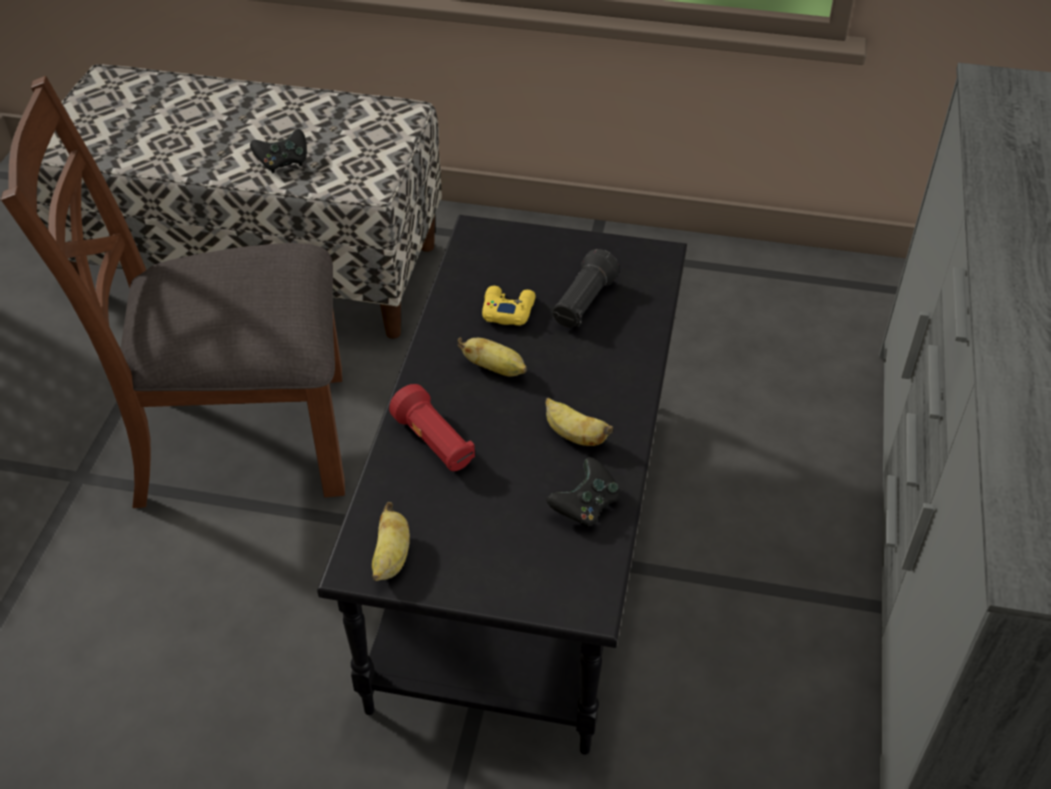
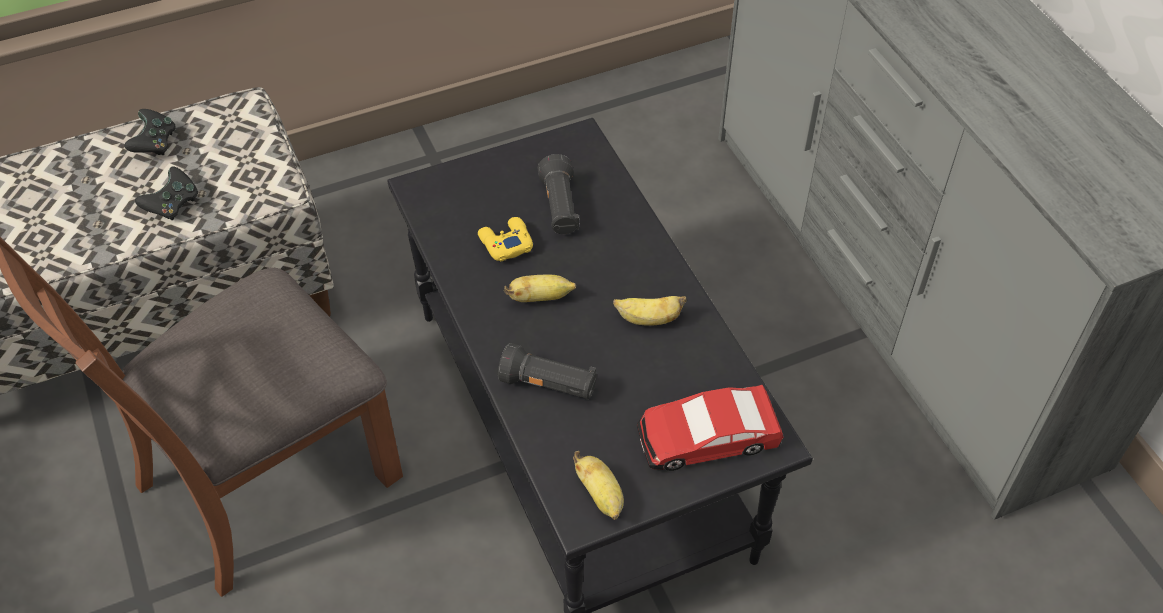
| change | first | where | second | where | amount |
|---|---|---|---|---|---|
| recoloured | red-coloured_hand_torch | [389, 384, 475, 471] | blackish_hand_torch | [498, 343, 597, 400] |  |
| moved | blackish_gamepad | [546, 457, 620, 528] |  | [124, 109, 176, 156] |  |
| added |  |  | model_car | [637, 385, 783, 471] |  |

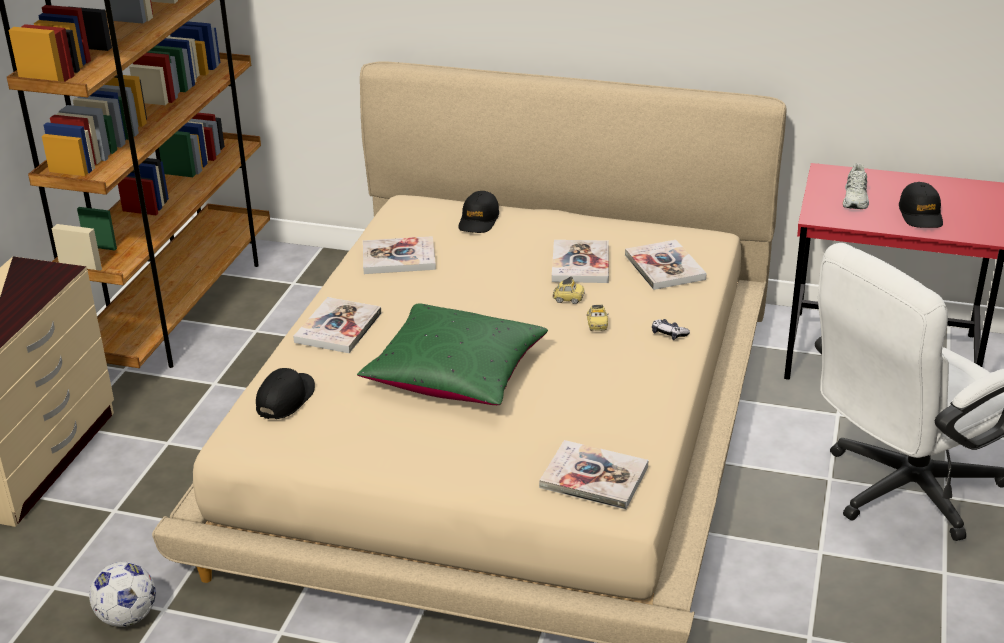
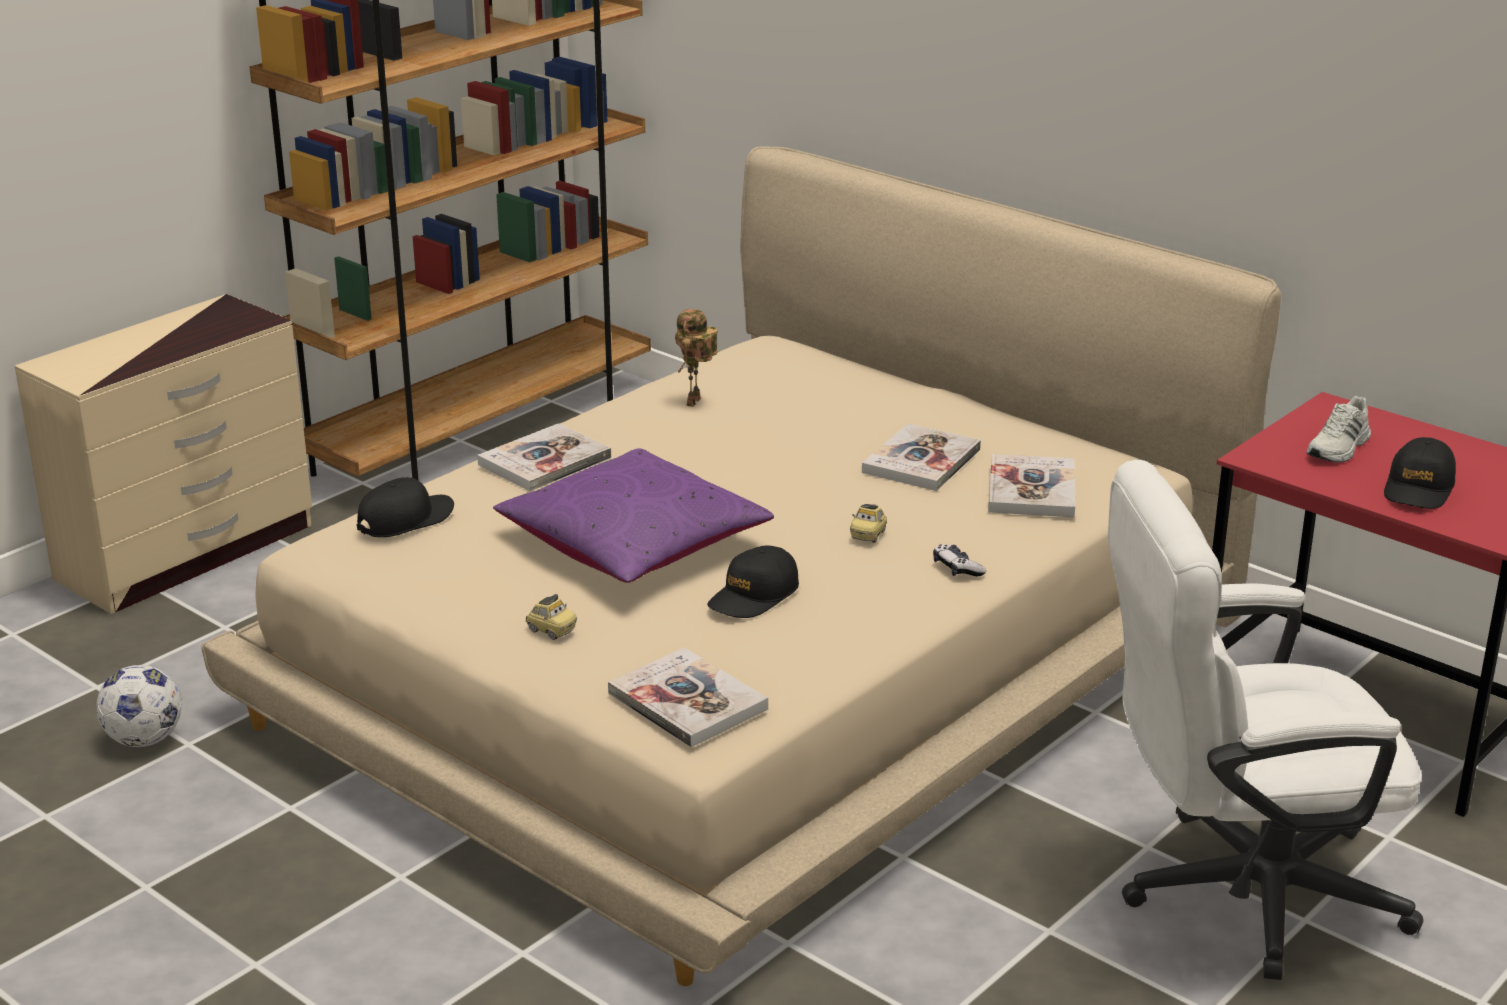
| change | first | where | second | where | amount |
|---|---|---|---|---|---|
| recoloured | green-coloured_pillow | [357, 303, 548, 405] | purple-coloured_pillow | [493, 448, 774, 583] |  |
| replaced | bound_book | [363, 236, 436, 274] | model_robot | [675, 309, 718, 407] |  |
| moved | blackish_cap | [458, 191, 499, 233] |  | [707, 545, 799, 618] |  |
| moved | model_car | [552, 276, 585, 304] |  | [525, 594, 577, 640] |  |

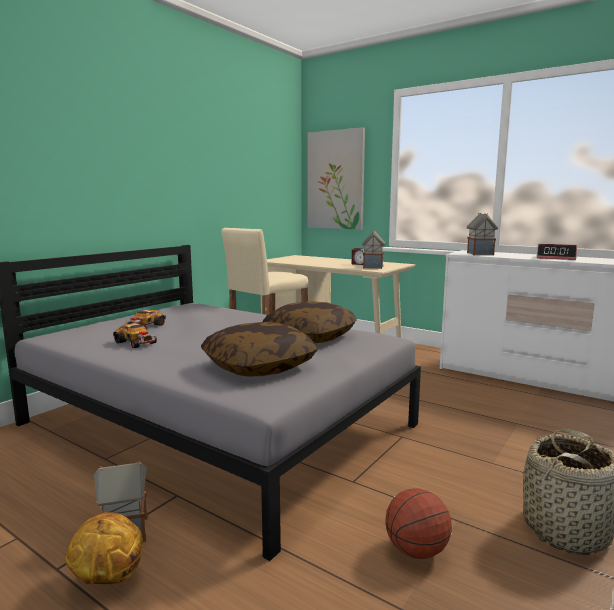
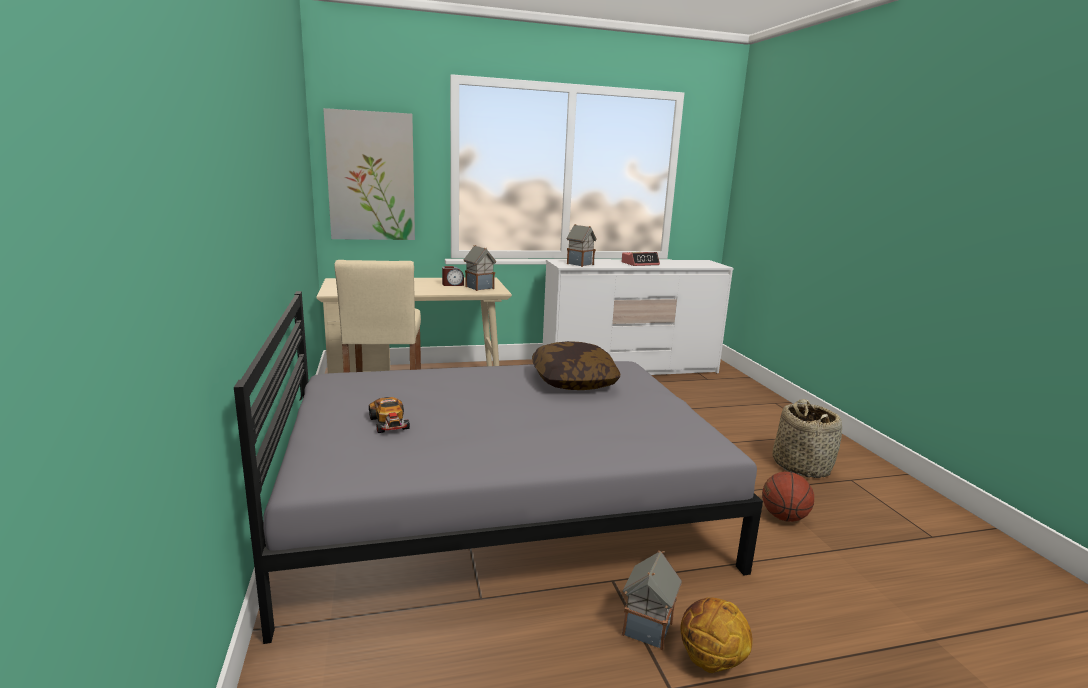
| change | first | where | second | where | amount |
|---|---|---|---|---|---|
| removed | model_car | [113, 323, 158, 348] |  |  |  |
| removed | pillow | [201, 322, 318, 377] |  |  |  |

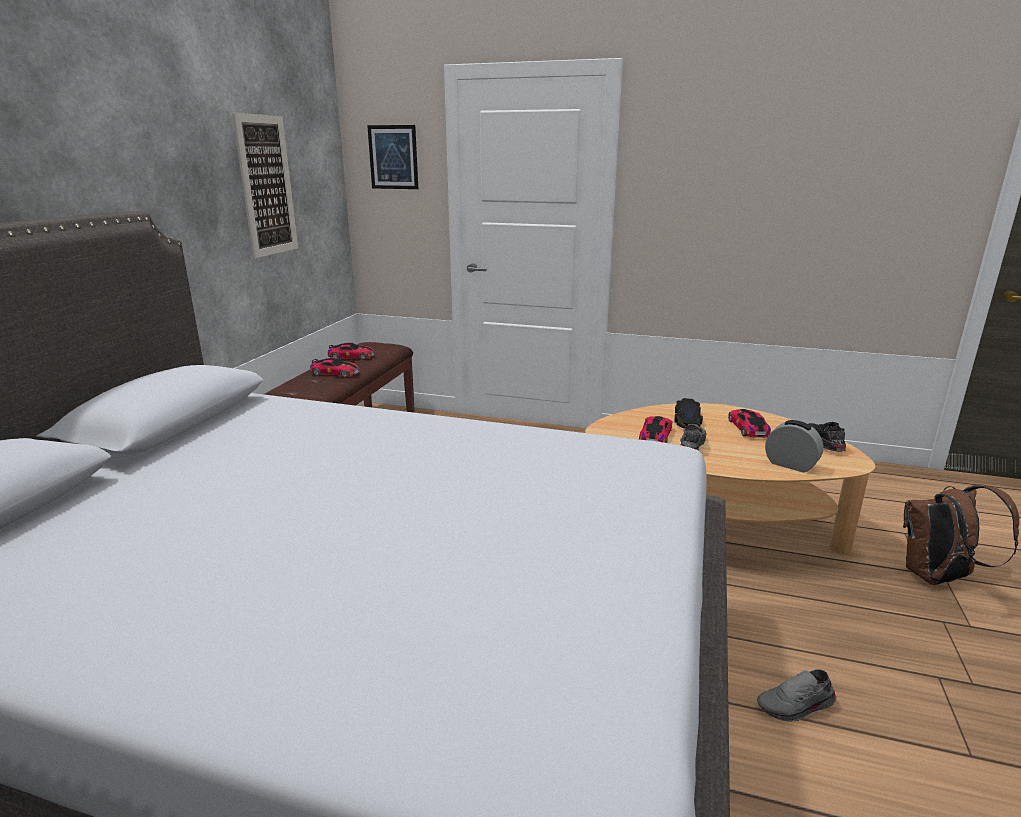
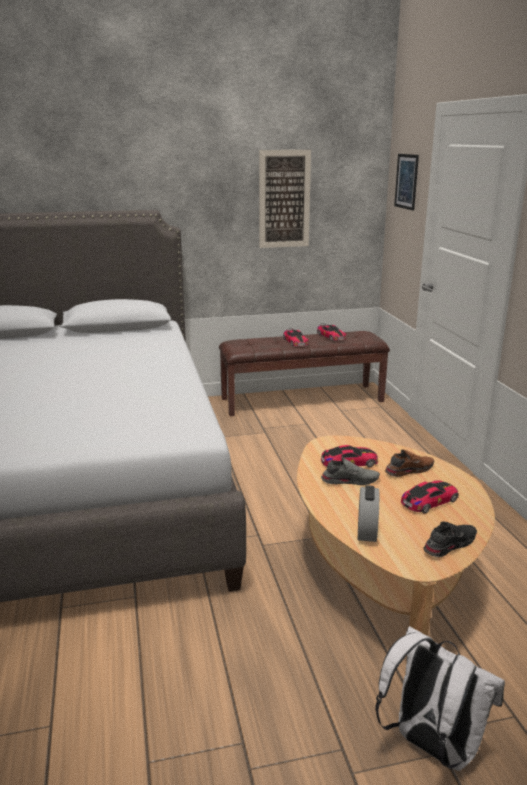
| change | first | where | second | where | amount |
|---|---|---|---|---|---|
| replaced | blackish_model_car | [674, 398, 703, 429] | brown-coloured_item_of_footwear | [385, 449, 434, 477] |  |
| removed | gray_item_of_footwear | [757, 669, 836, 722] |  |  |  |
| recoloured | brown-coloured_backpack | [903, 484, 1019, 585] | white-coloured_backpack | [375, 626, 505, 771] |  |

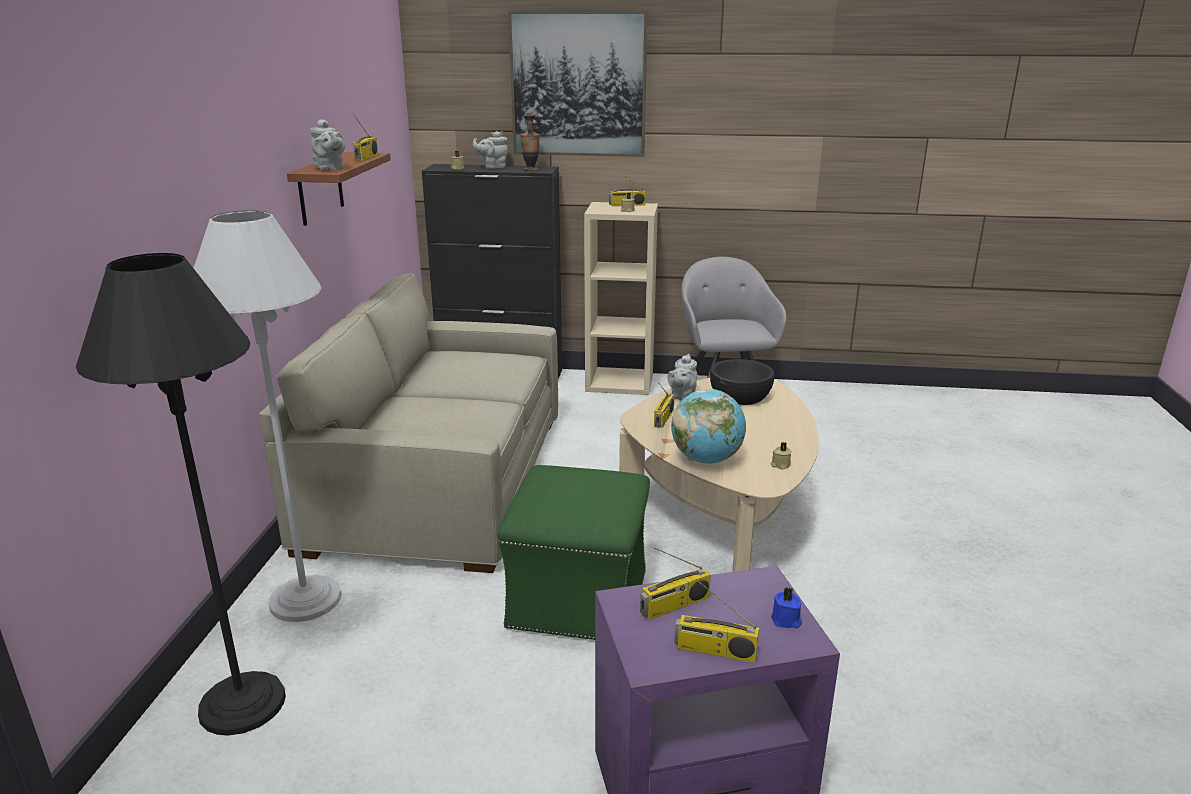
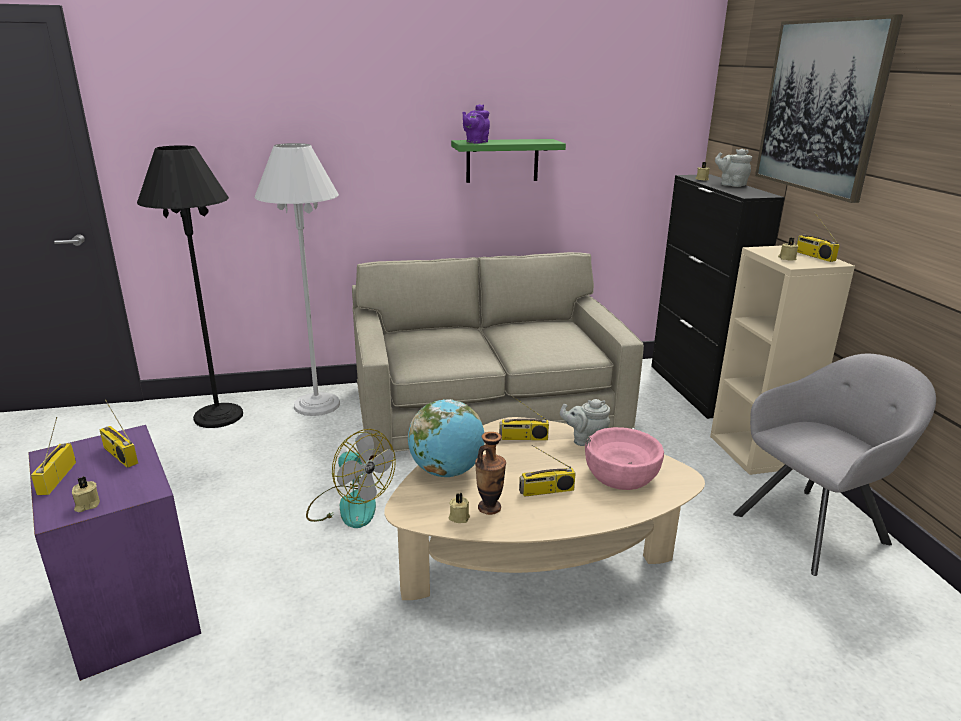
| change | first | where | second | where | amount |
|---|---|---|---|---|---|
| recoloured | brown-coloured_bracket_shelf | [287, 152, 391, 226] | green-coloured_bracket_shelf | [451, 139, 566, 183] |  |
| recoloured | gray_teapot | [310, 119, 345, 170] | purple-coloured_teapot | [462, 104, 490, 144] |  |
| moved | radio_set | [353, 114, 378, 161] |  | [519, 445, 576, 497] |  |
| replaced | green-coloured_ottoman | [497, 465, 650, 640] | fan | [306, 429, 396, 528] |  |
| moved | vase | [520, 114, 540, 171] |  | [475, 432, 506, 515] |  |
| recoloured | blackish_bowl | [710, 359, 774, 405] | pink_bowl | [585, 427, 664, 490] |  |
| recoloured | bluish_wax_light | [771, 588, 802, 628] | beige-coloured_wax_light | [72, 477, 100, 512] |  |

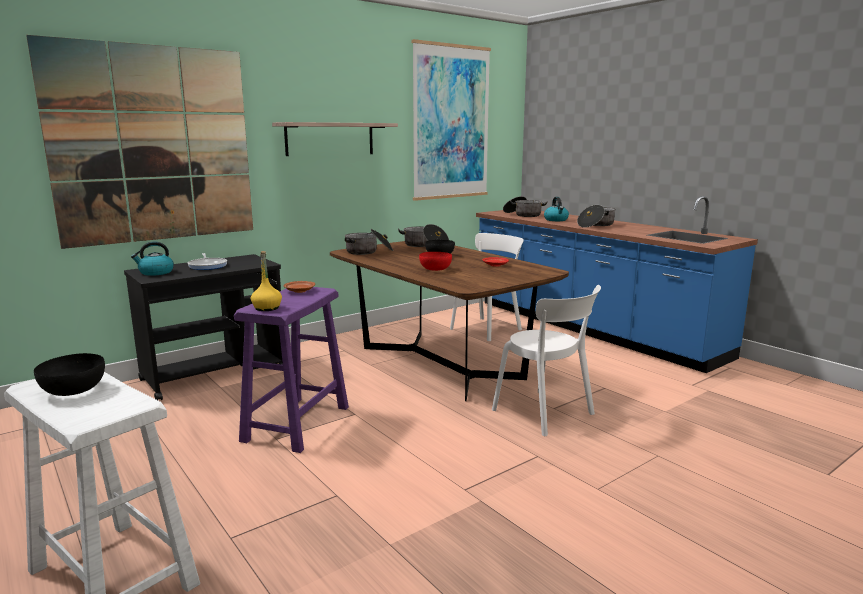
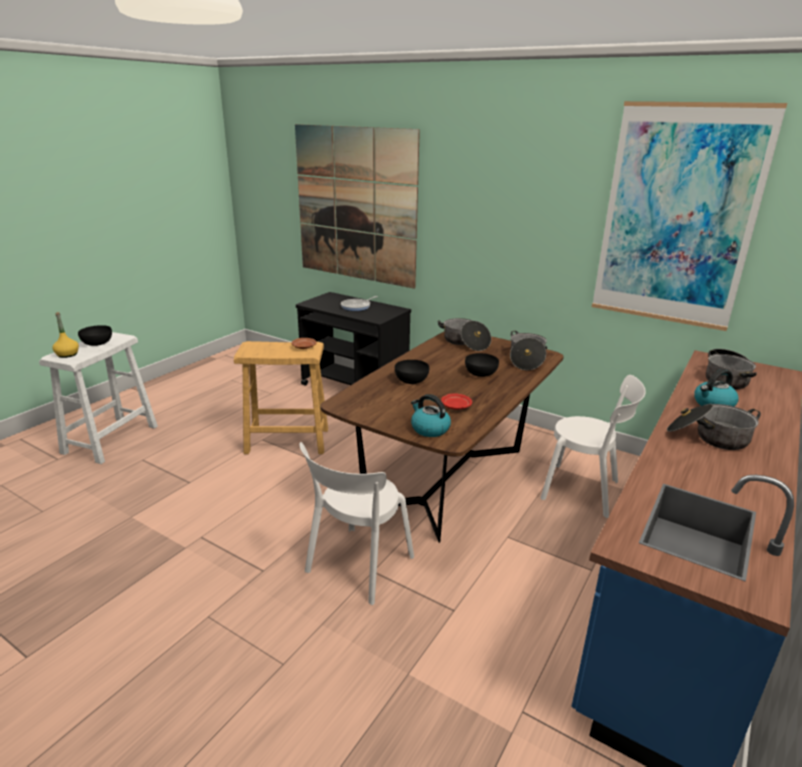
| change | first | where | second | where | amount |
|---|---|---|---|---|---|
| moved | tea_kettle | [131, 242, 174, 276] |  | [411, 394, 451, 437] |  |
| recoloured | purple-coloured_sitting_stool | [234, 287, 349, 453] | beige-coloured_sitting_stool | [234, 341, 328, 454] |  |
| moved | yellowish_drink_bottle | [251, 251, 282, 311] |  | [52, 312, 79, 358] |  |
| removed | bracket_shelf | [272, 122, 398, 156] |  |  |  |
| recoloured | red-coloured_bowl | [419, 252, 452, 271] | blackish_bowl | [395, 360, 429, 384] |  |

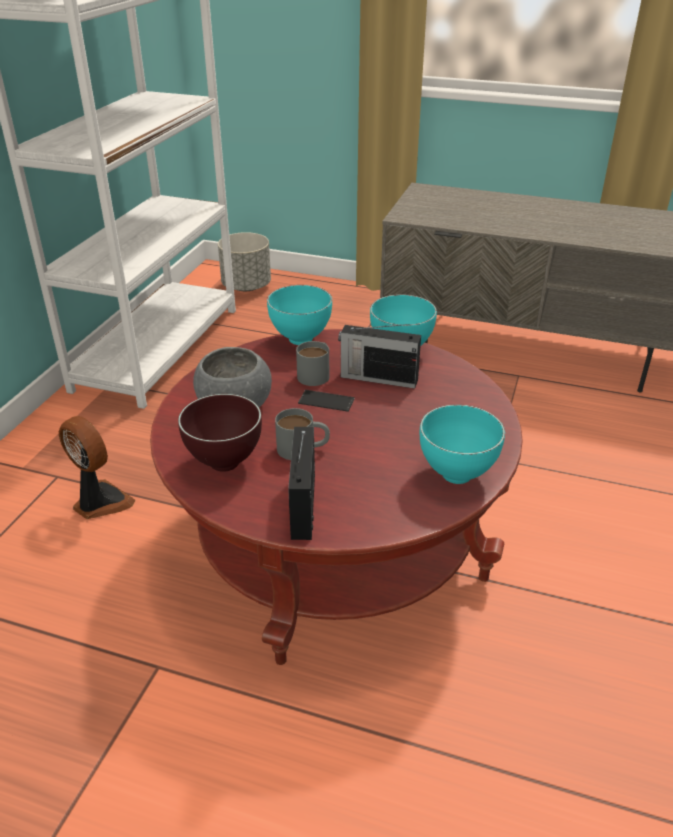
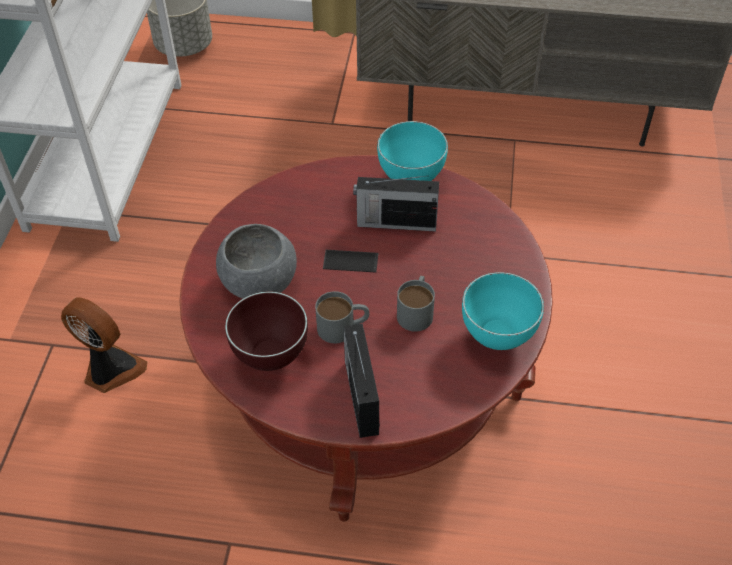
| change | first | where | second | where | amount |
|---|---|---|---|---|---|
| removed | blue-green_bowl | [267, 285, 332, 345] |  |  |  |
| moved | gray_mug | [296, 341, 329, 386] |  | [397, 276, 435, 332] |  |

